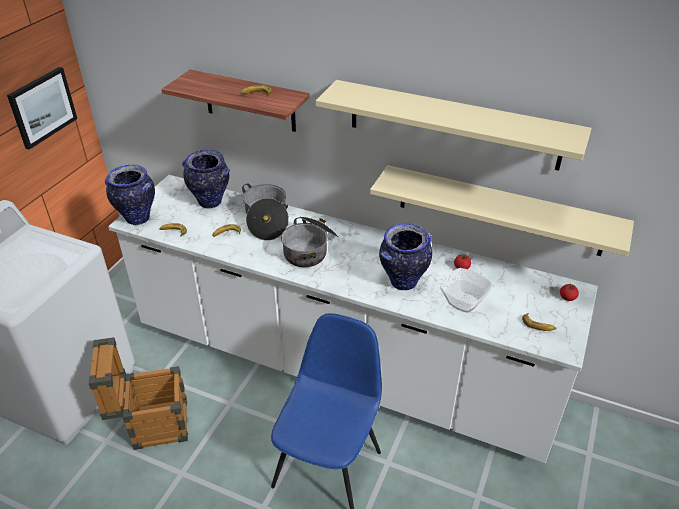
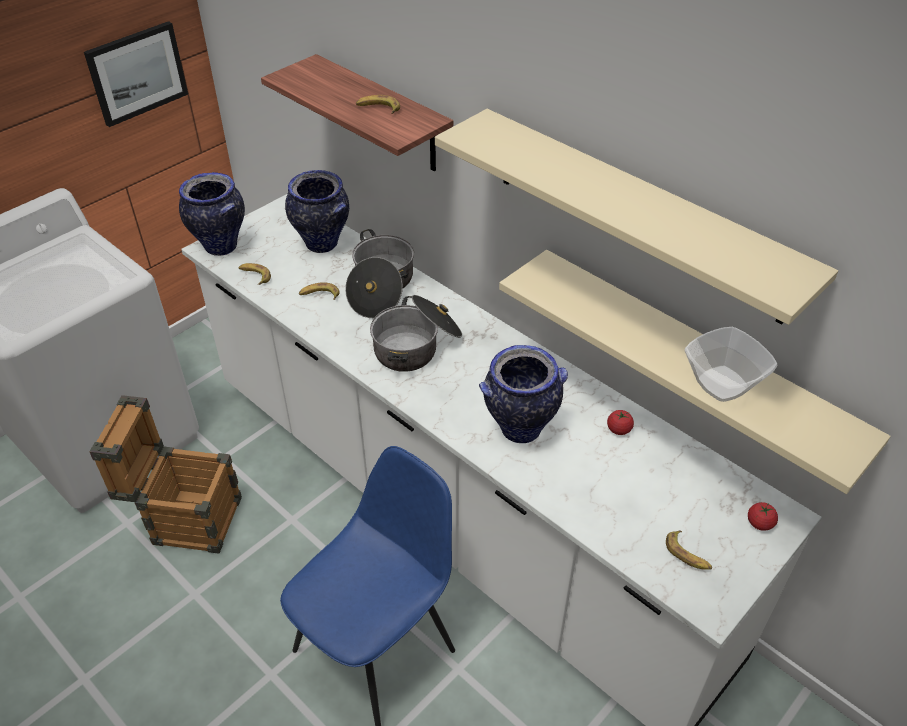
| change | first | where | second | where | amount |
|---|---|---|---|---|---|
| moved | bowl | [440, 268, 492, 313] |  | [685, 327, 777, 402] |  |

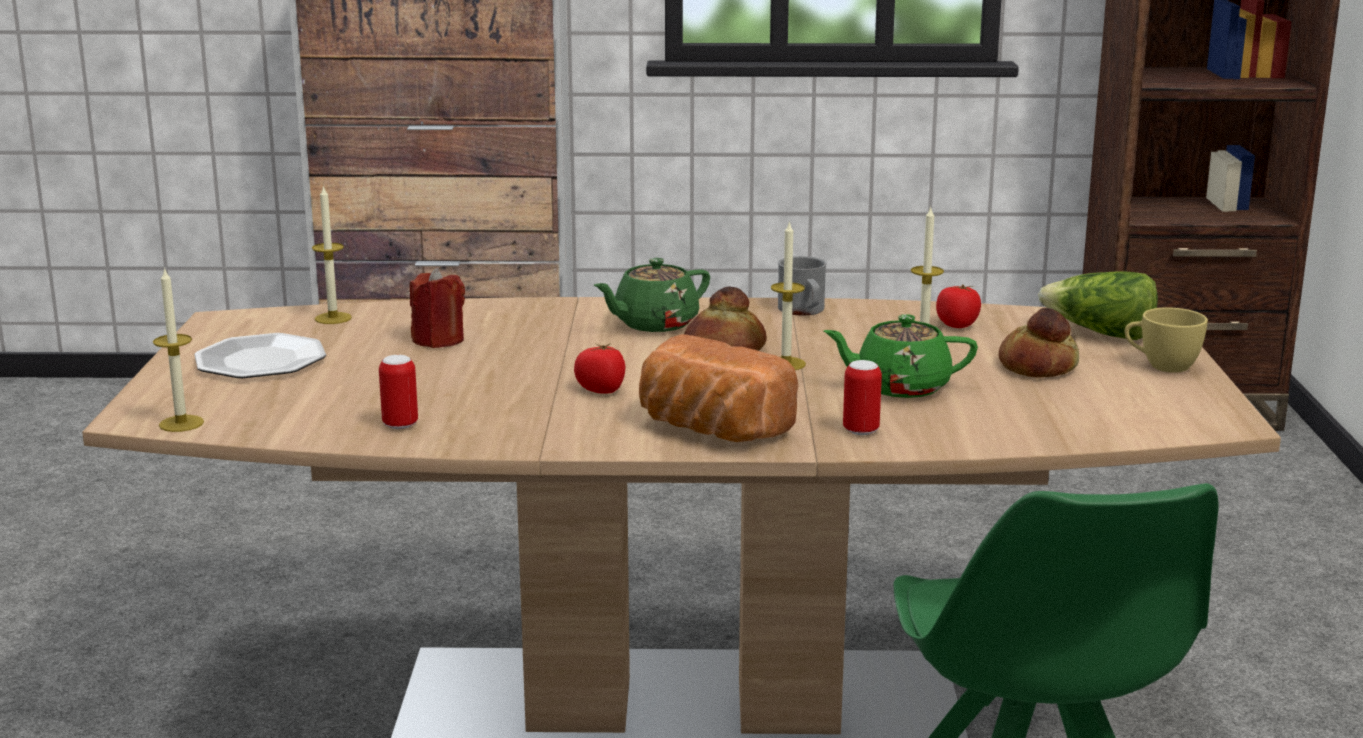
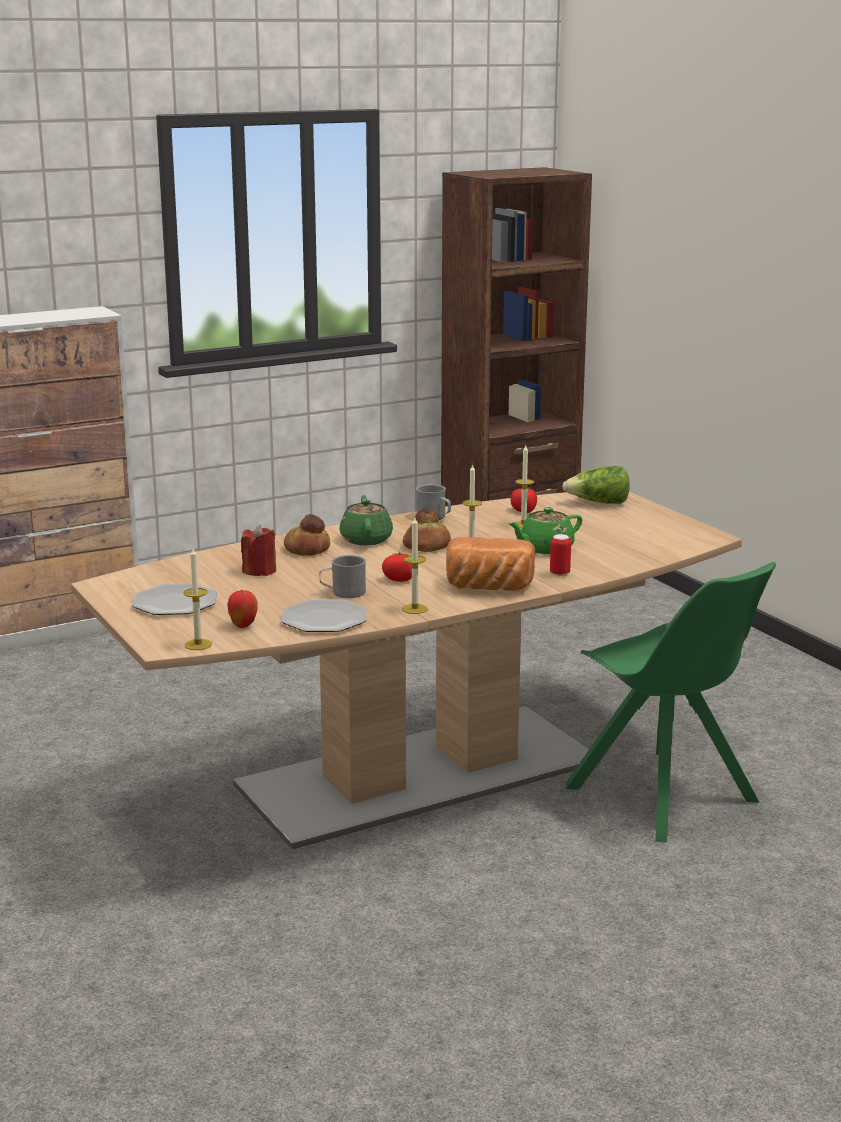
| change | first | where | second | where | amount |
|---|---|---|---|---|---|
| moved | wax_light | [312, 185, 352, 324] |  | [402, 517, 428, 614] |  |
| replaced | metal_can | [379, 355, 418, 429] | plate | [281, 599, 367, 632] |  |
| turned | green-coloured_teapot | [594, 258, 710, 332] |  | [339, 495, 393, 545] | 150 degrees clockwise |
| moved | bakery_bread | [999, 308, 1079, 378] |  | [284, 514, 330, 556] |  |
| removed | yellowish_small_cup | [1125, 307, 1208, 373] |  |  |  |
| added |  |  | apple_fruit | [227, 590, 258, 628] |  |
| added |  |  | gray_mug | [320, 555, 366, 598] |  |

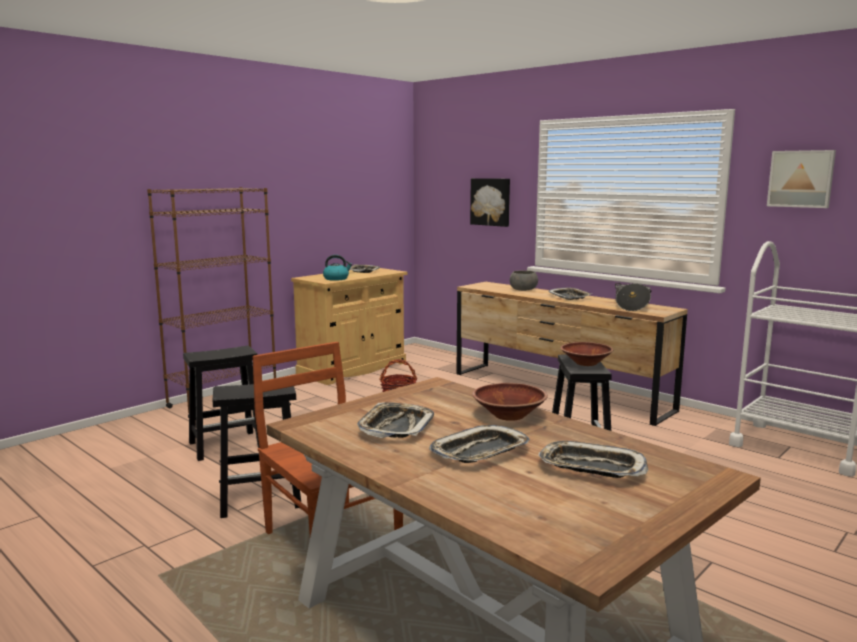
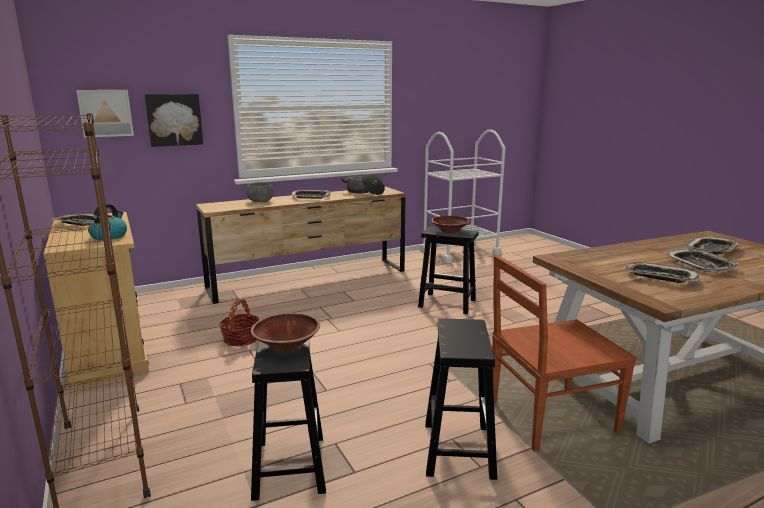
| change | first | where | second | where | amount |
|---|---|---|---|---|---|
| moved | brown-coloured_bowl | [472, 383, 548, 421] |  | [251, 313, 320, 352] |  |
| moved | wall_picture | [767, 150, 836, 208] |  | [76, 90, 134, 138] |  |

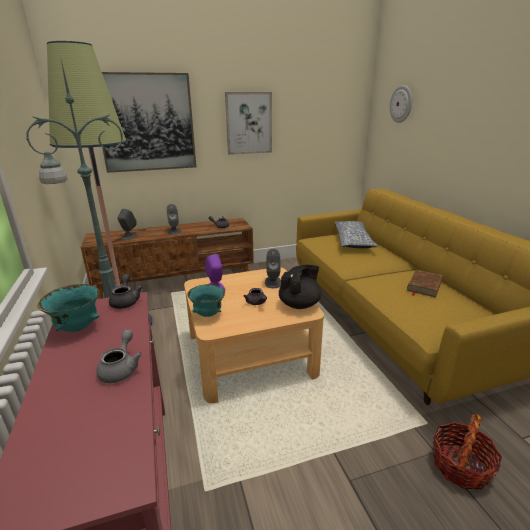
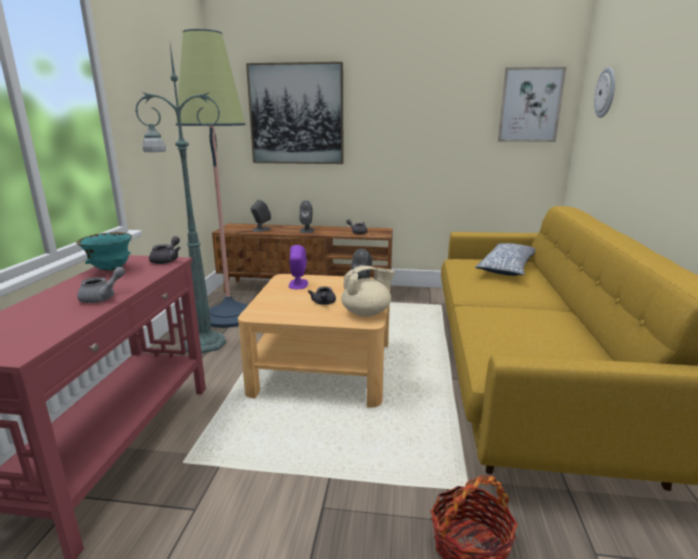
| change | first | where | second | where | amount |
|---|---|---|---|---|---|
| removed | blue-green_bowl | [187, 284, 225, 317] |  |  |  |
| moved | wall_picture | [225, 92, 272, 155] |  | [498, 67, 566, 142] |  |
| recoloured | blackish_teapot | [279, 265, 321, 309] | beige-coloured_teapot | [341, 266, 395, 317] |  |
| removed | brown-coloured_bound_book | [407, 269, 443, 297] |  |  |  |

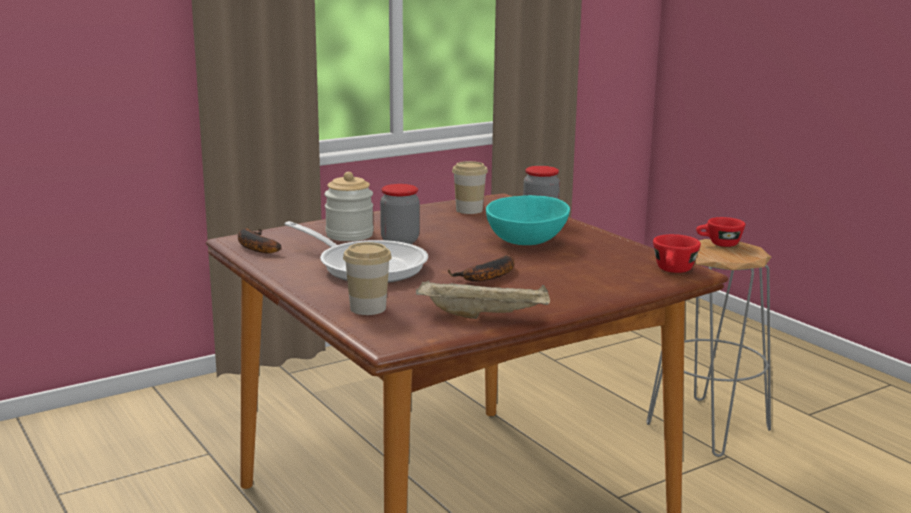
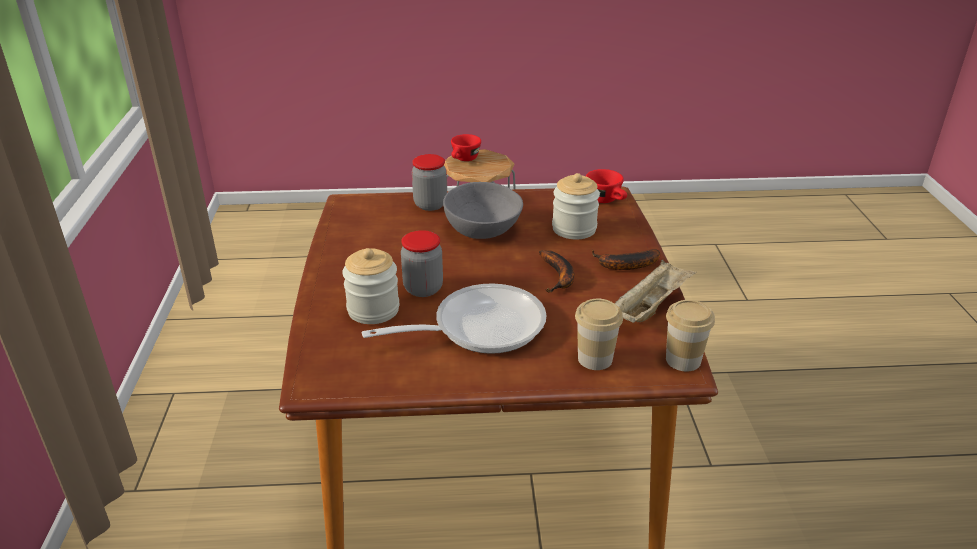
| change | first | where | second | where | amount |
|---|---|---|---|---|---|
| moved | banana | [238, 228, 281, 253] |  | [592, 249, 660, 270] |  |
| moved | small_cup | [452, 161, 488, 214] |  | [666, 300, 715, 371] |  |
| recoloured | blue-green_bowl | [486, 195, 570, 245] | gray_bowl | [443, 182, 523, 239] |  |
| added |  |  | storage_jar | [552, 173, 600, 239] |  |

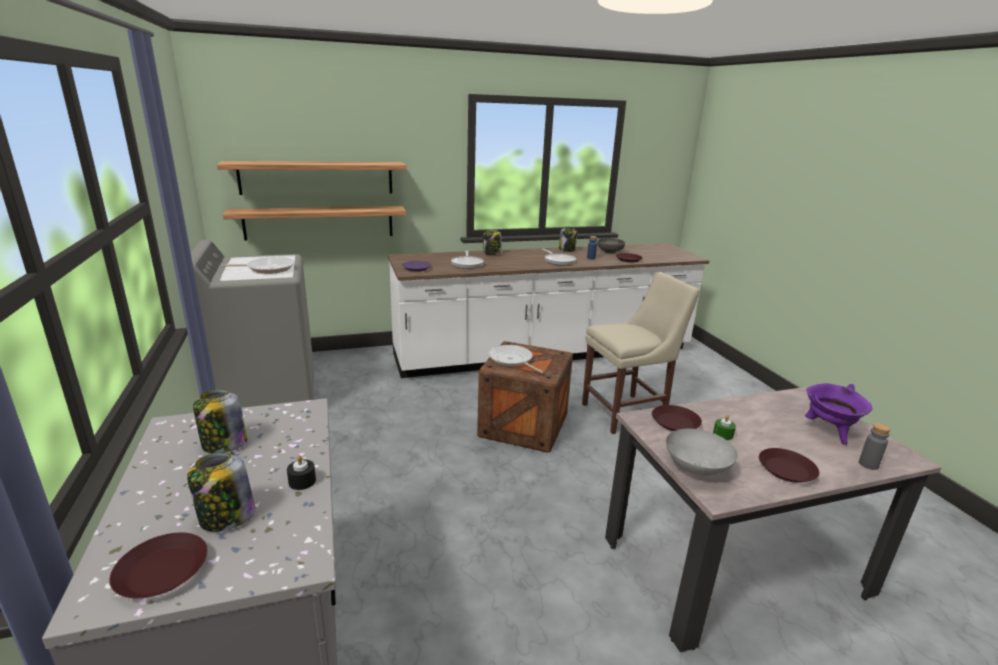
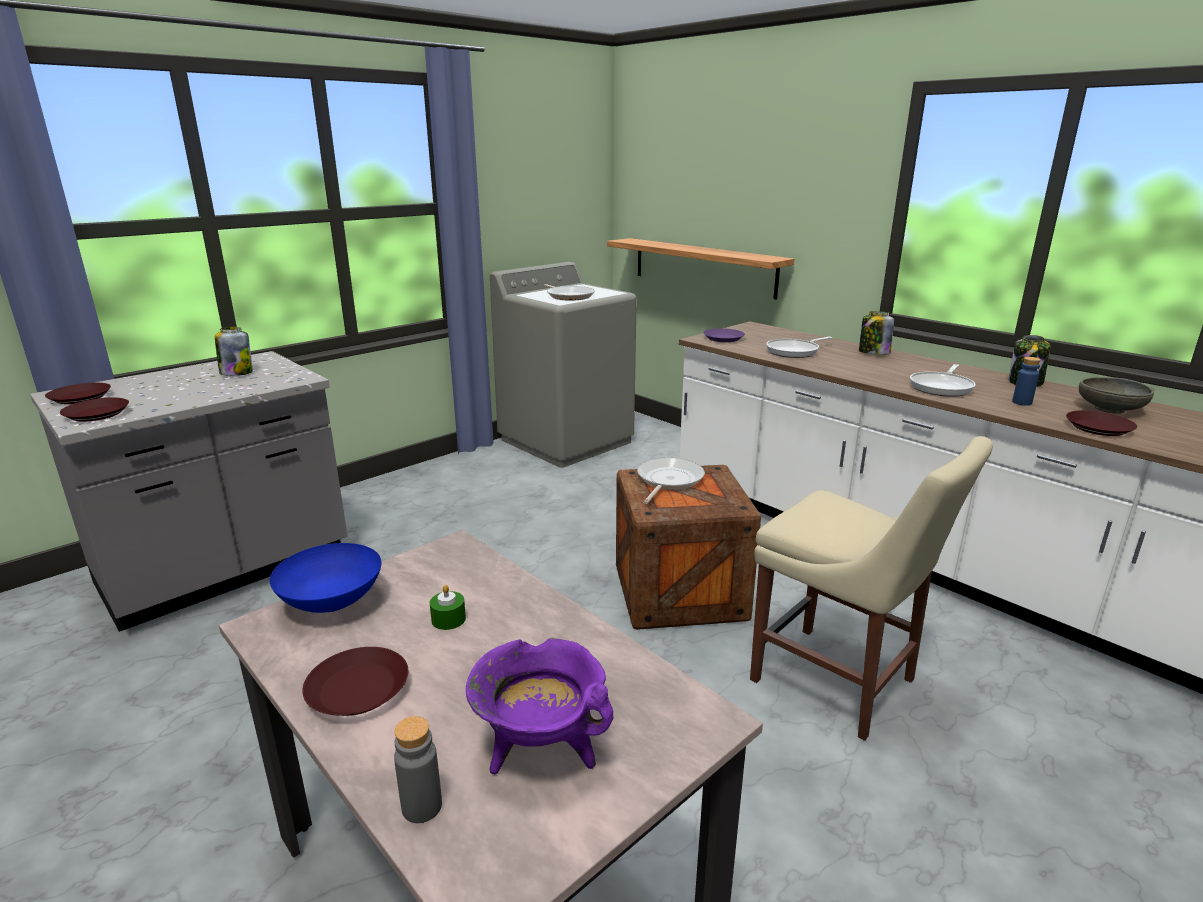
| change | first | where | second | where | amount |
|---|---|---|---|---|---|
| removed | storage_jar | [187, 452, 255, 532] |  |  |  |
| removed | bracket_shelf | [217, 161, 407, 195] |  |  |  |
| removed | blackish_wax_light | [287, 455, 316, 490] |  |  |  |
| moved | brown-coloured_plate | [652, 405, 702, 431] |  | [60, 397, 129, 422] |  |
| recoloured | gray_bowl | [666, 429, 738, 476] | bluish_bowl | [270, 543, 381, 613] |  |

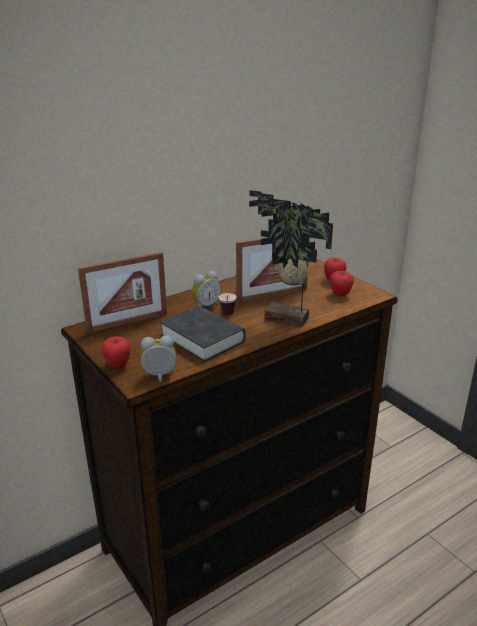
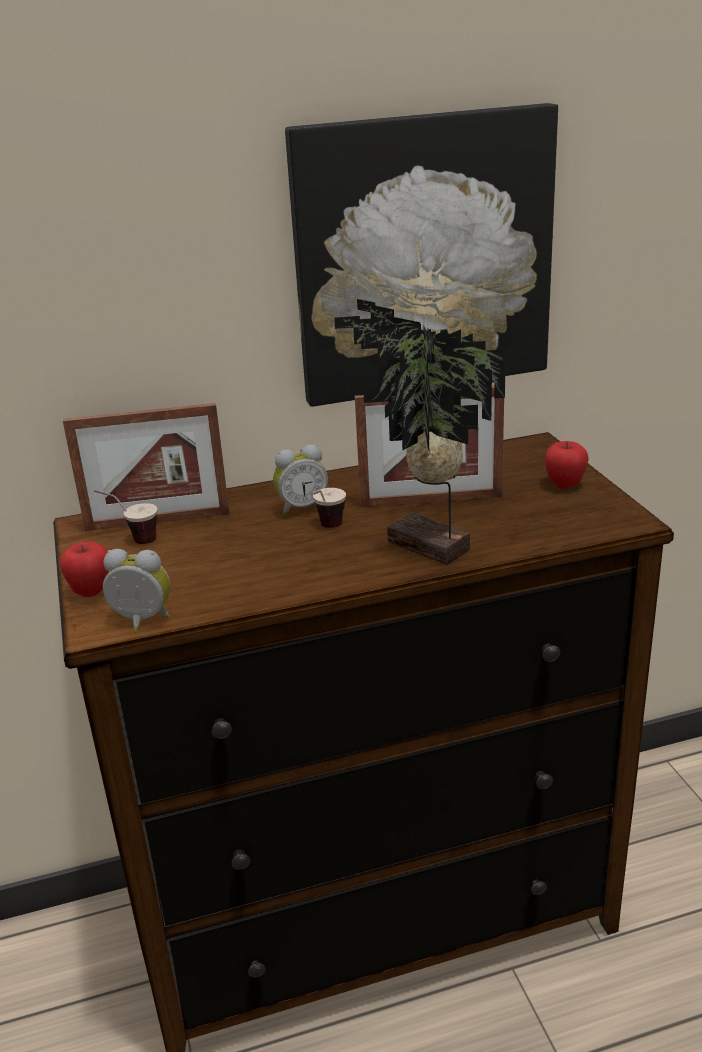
| change | first | where | second | where | amount |
|---|---|---|---|---|---|
| removed | blackish_bound_book | [160, 306, 246, 362] |  |  |  |
| removed | apple_fruit | [330, 271, 354, 296] |  |  |  |
| added |  |  | small_cup | [94, 490, 157, 544] |  |
| added |  |  | wall_picture | [285, 103, 558, 407] |  |

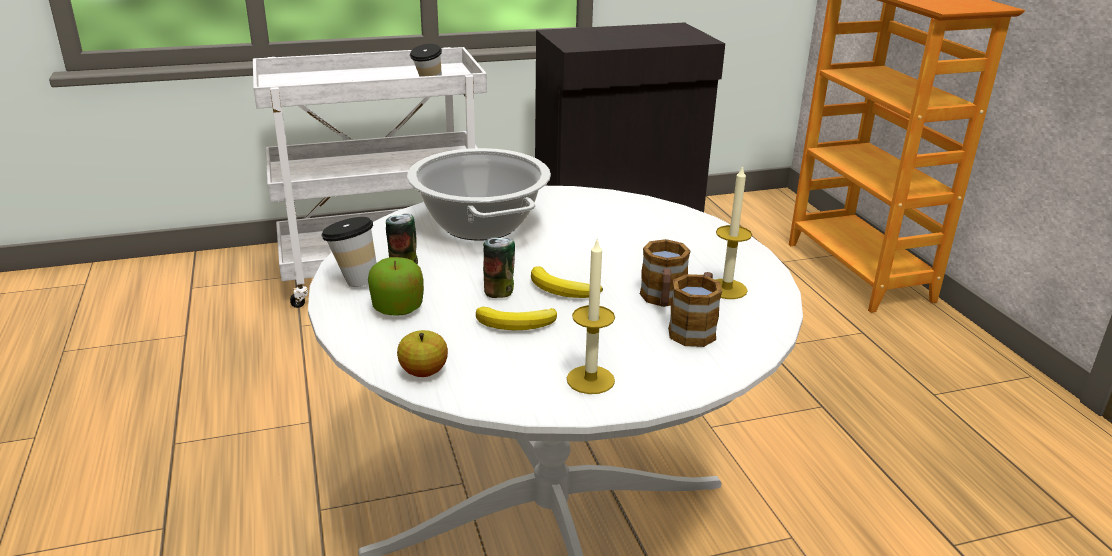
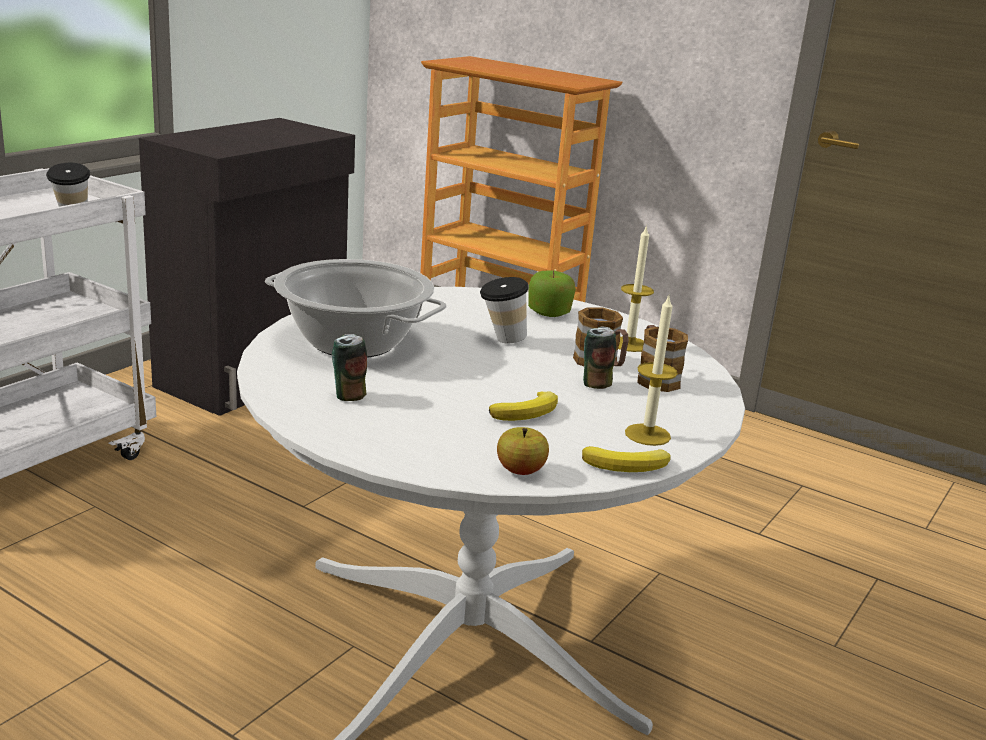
| change | first | where | second | where | amount |
|---|---|---|---|---|---|
| moved | small_cup | [321, 217, 377, 287] |  | [480, 277, 529, 344] |  |
| moved | apple_fruit | [368, 257, 424, 316] |  | [528, 270, 576, 317] |  |
| moved | metal_can | [483, 238, 515, 298] |  | [583, 327, 616, 389] |  |
| moved | banana | [531, 267, 603, 298] |  | [582, 446, 671, 472] |  |

